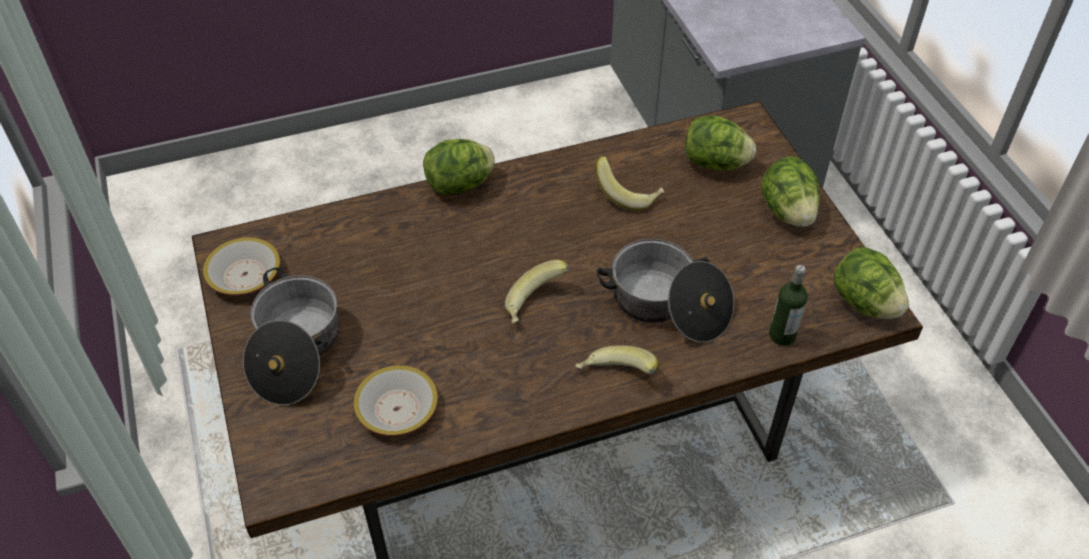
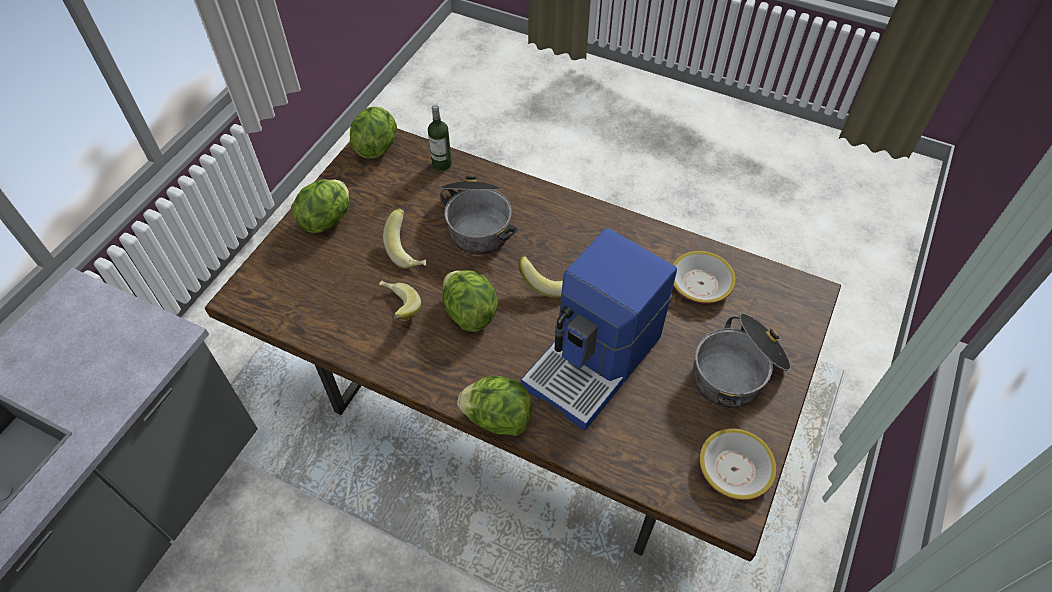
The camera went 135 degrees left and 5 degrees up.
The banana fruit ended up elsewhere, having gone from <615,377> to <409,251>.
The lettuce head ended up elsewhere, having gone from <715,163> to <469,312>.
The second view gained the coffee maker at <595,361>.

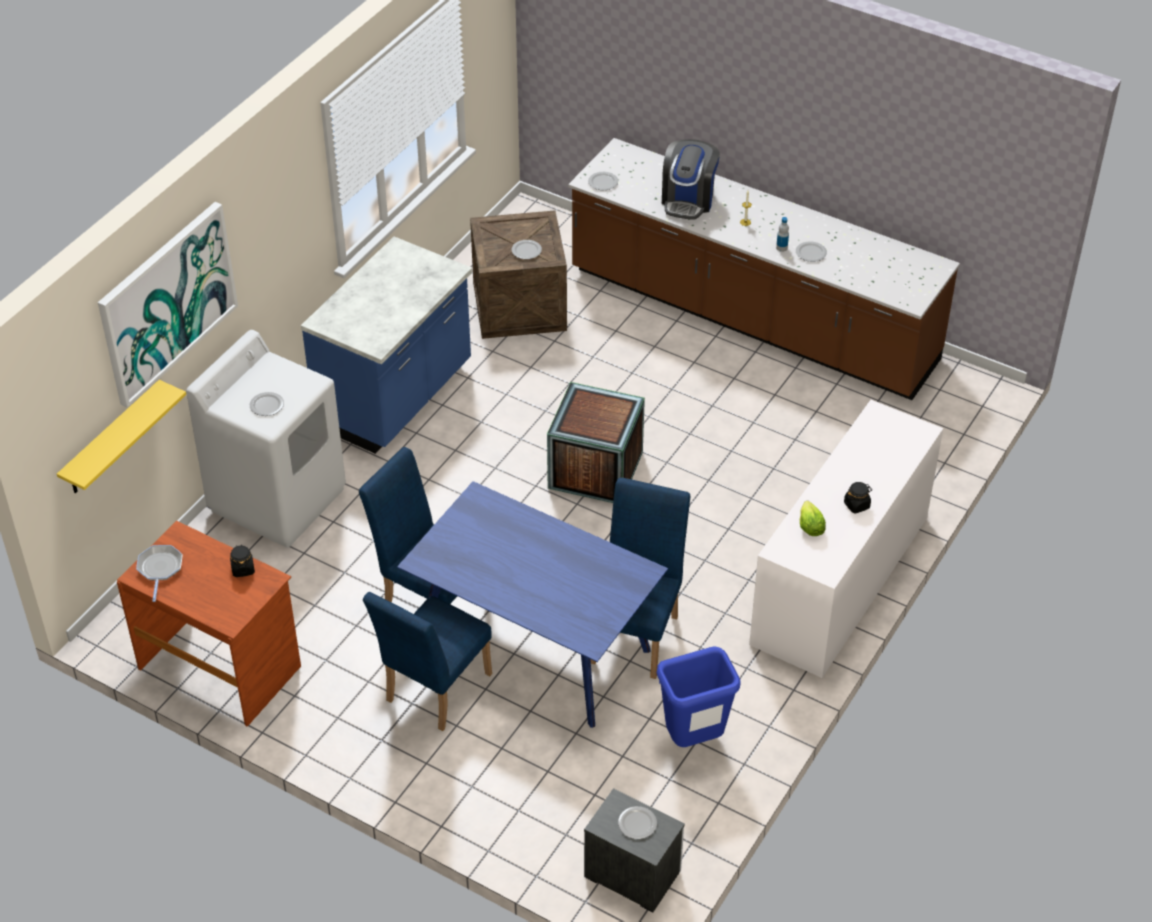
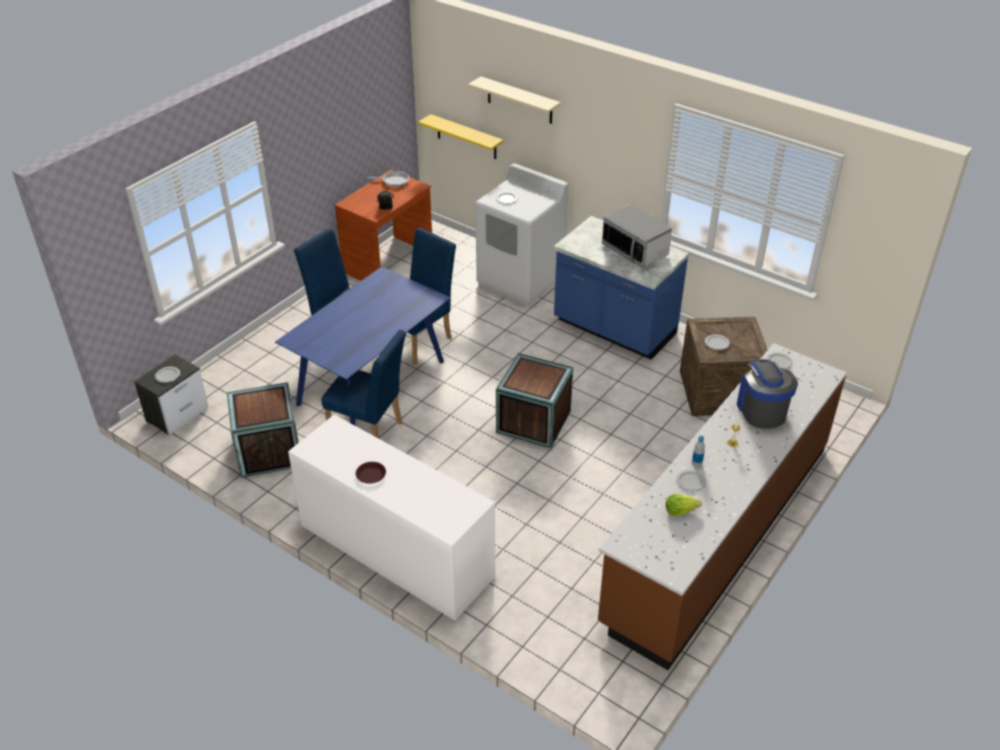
The camera went 95 degrees right and 5 degrees down.
Where the rubbish bin (blue-coloured) stood at <693,740>, the crate came to stand at <269,451>.
Where the storage jar (black) stood at <857,505>, the flat dish (brown-coloured) came to stand at <370,475>.
Where the picture hung at <167,302>, the bracket shelf (beige-coloured) came to hang at <519,100>.
The second view gained the kitchen microwave at <635,250>.
The lettuce head ended up elsewhere, having gone from <810,526> to <680,510>.
The coffee maker at <688,200> ended up facing another way, 60 degrees clockwise from before.

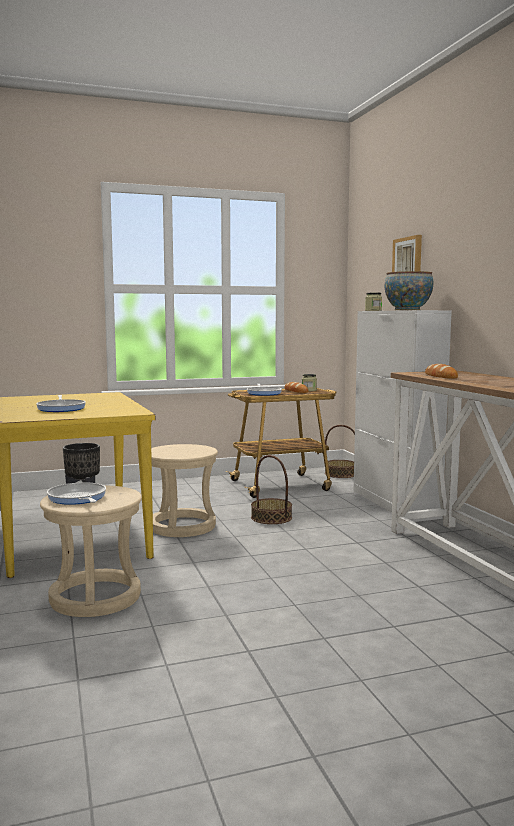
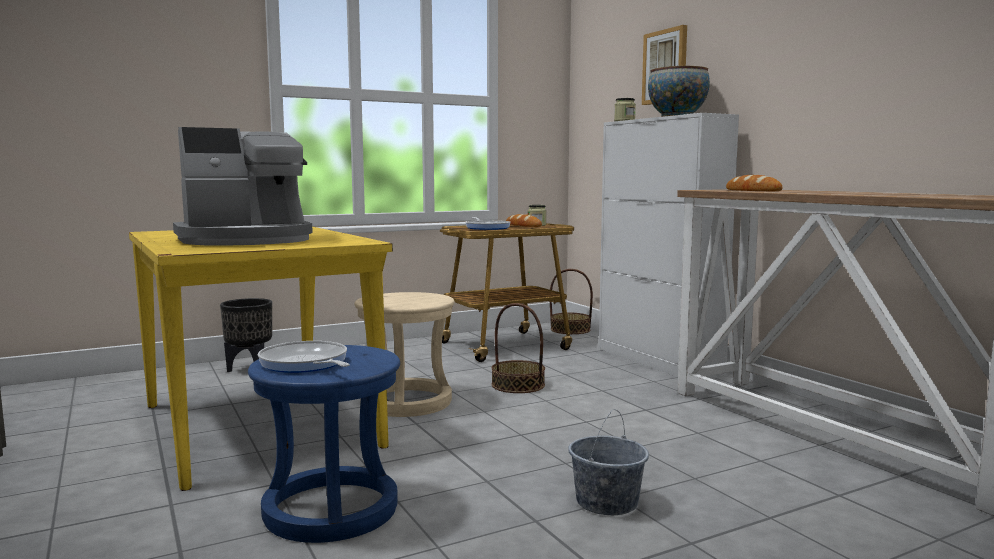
The camera went 10 degrees left and 0 degrees up.
Where the skillet stood at <61,408>, the coffee maker came to stand at <247,240>.
What was the stool seat (beige-coloured) at <95,597> turned into the stool seat (blue-coloured) at <331,510>.
The second view gained the water bucket (greyish) at <607,502>.

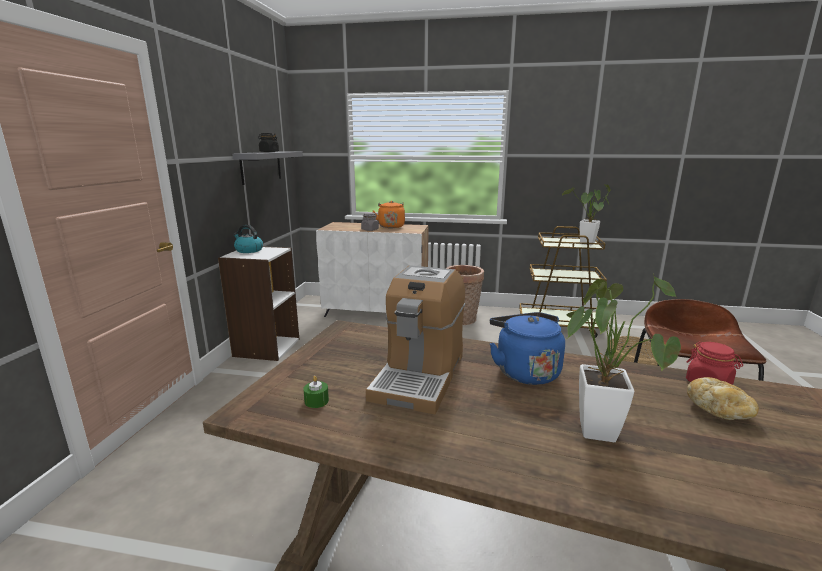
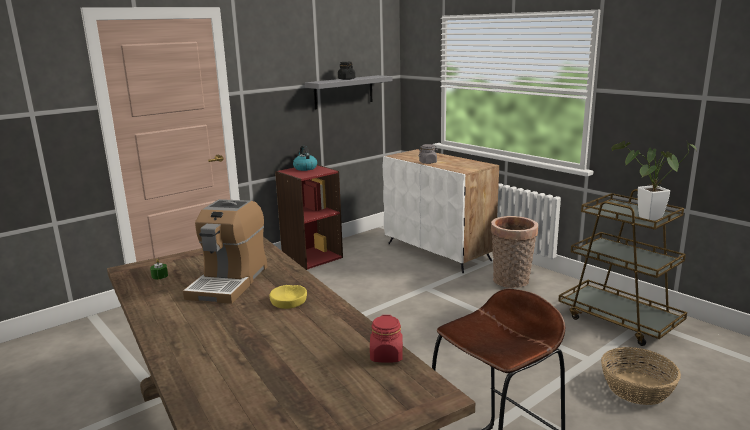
The camera went 40 degrees right and 0 degrees up.
The coffee maker at <419,375> ended up facing another way, 45 degrees counterclockwise from before.
Where the tea kettle (blue-coloured) stood at <524,371>, the bowl (yellowish) came to stand at <289,301>.
What was the shelving unit (whitish) at <266,347> turned into the shelving unit (red) at <312,257>.
The second view lost the tea kettle (orangey) at <391,226>.
The second view lost the houseplant at <596,426>.
The second view lost the bread at <719,411>.

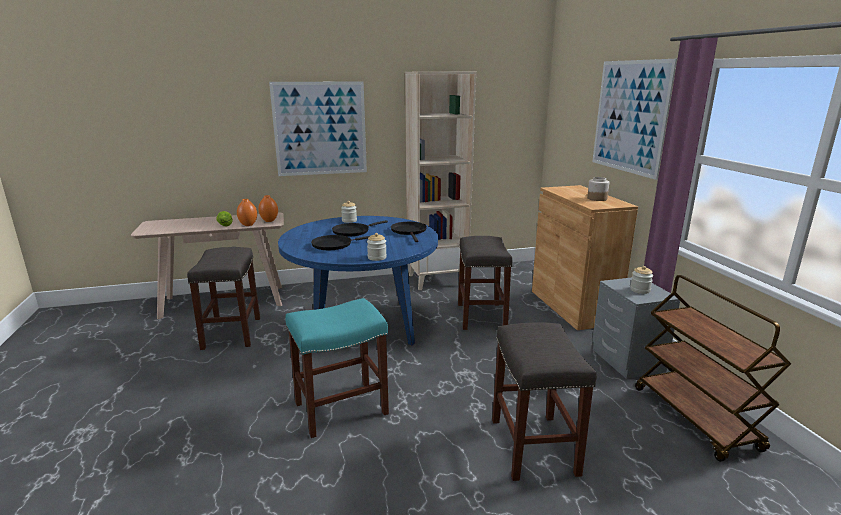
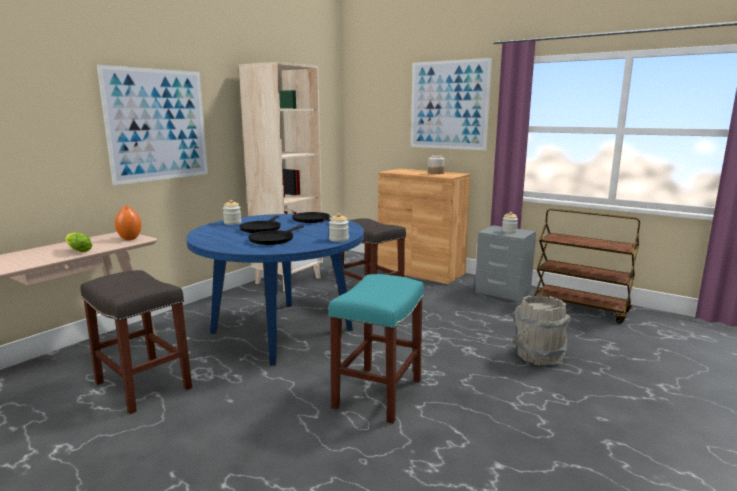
The camera went 40 degrees left and 5 degrees down.
Where the stool seat (greyish) stood at <534,447>, the water bucket (greyish) came to stand at <538,356>.
The second view lost the flower vase (orangey) at <248,225>.

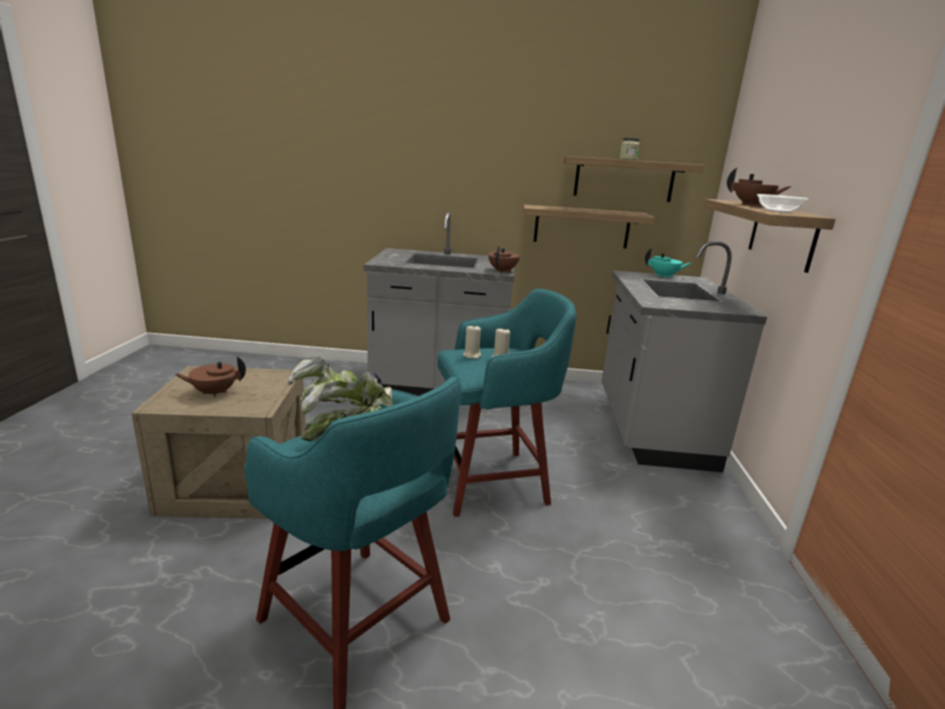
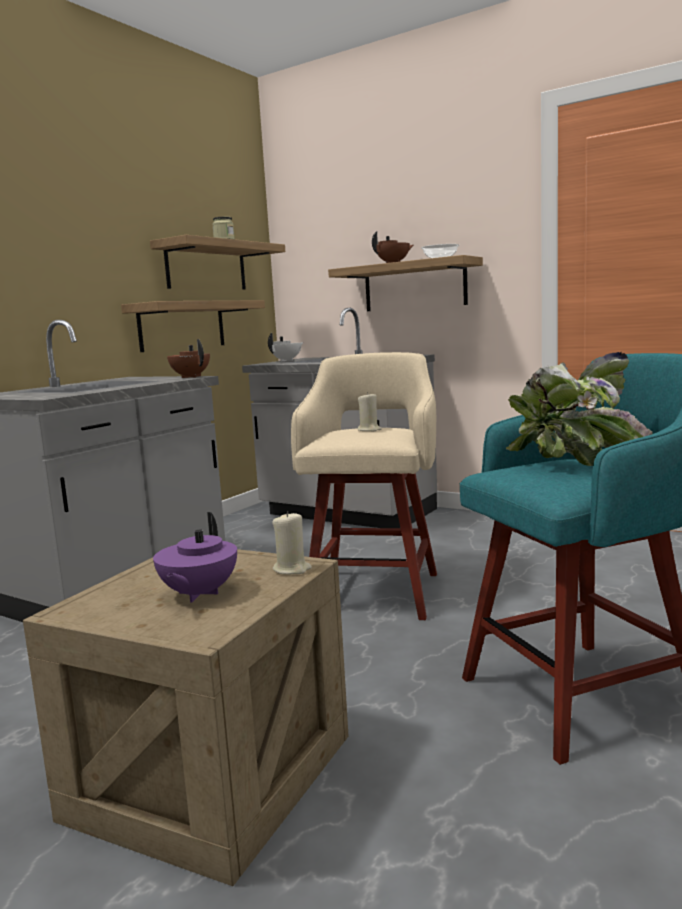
The camera went 60 degrees left and 10 degrees down.
What was the pot for tea (brown-coloured) at <214,392> turned into the pot for tea (purple-coloured) at <198,594>.
What was the pot for tea (turquoise) at <664,276> turned into the pot for tea (whitish) at <287,360>.
The wax candle (beige-coloured) ended up elsewhere, having gone from <472,355> to <292,569>.
What was the stool seat (turquoise) at <493,481> turned into the stool seat (beige-coloured) at <375,591>.

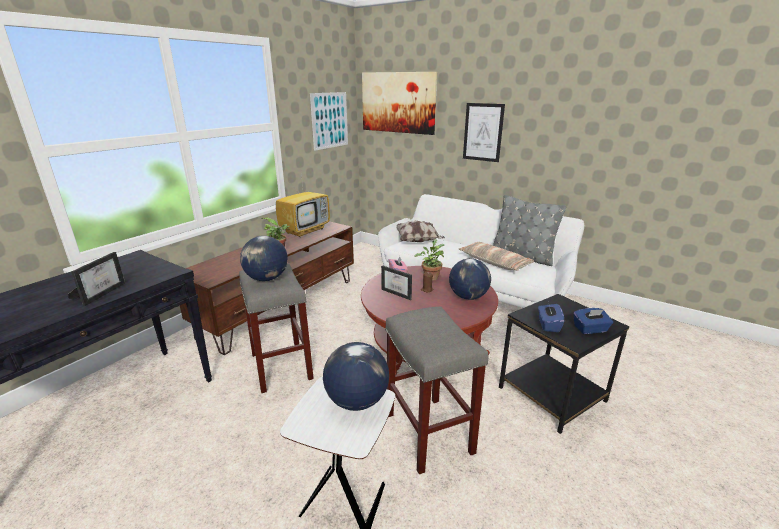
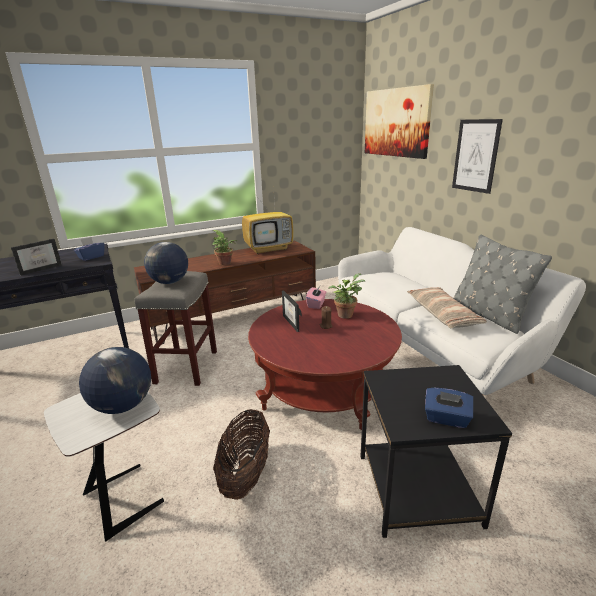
The camera went 30 degrees right and 0 degrees up.
The box of tissues (blue-coloured) ended up elsewhere, having gone from <548,325> to <91,257>.
Where the stool seat (greyish) stood at <429,433>, the storage basket came to stand at <245,473>.
The second view lost the picture at <330,120>.
The second view lost the cushion at <417,241>.
The second view lost the desk globe at <468,297>.

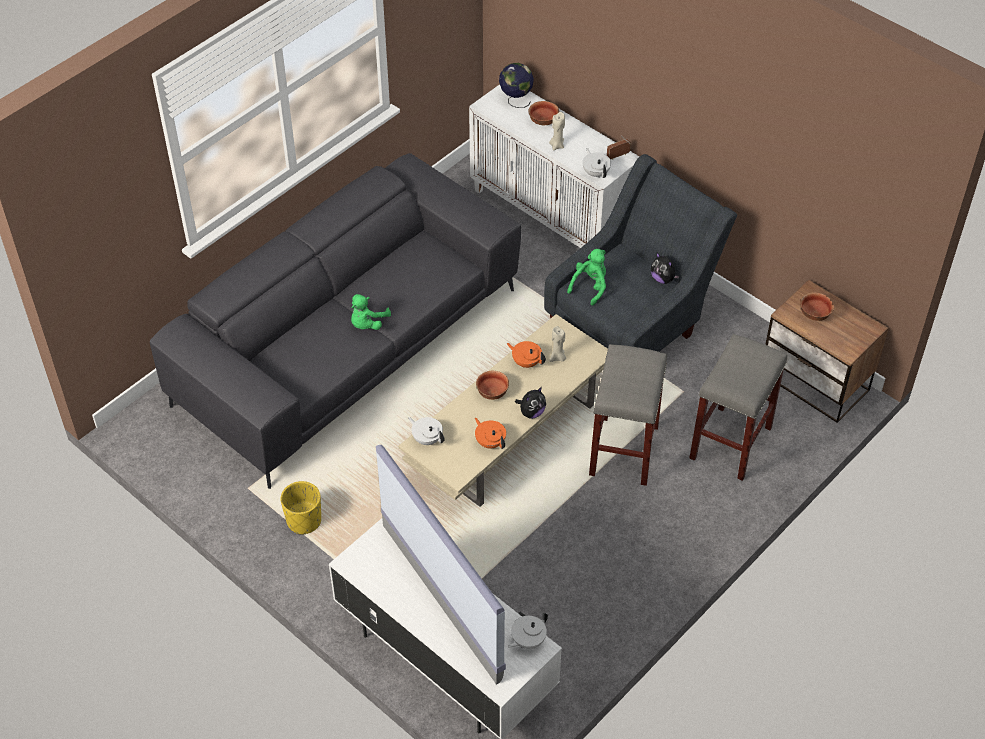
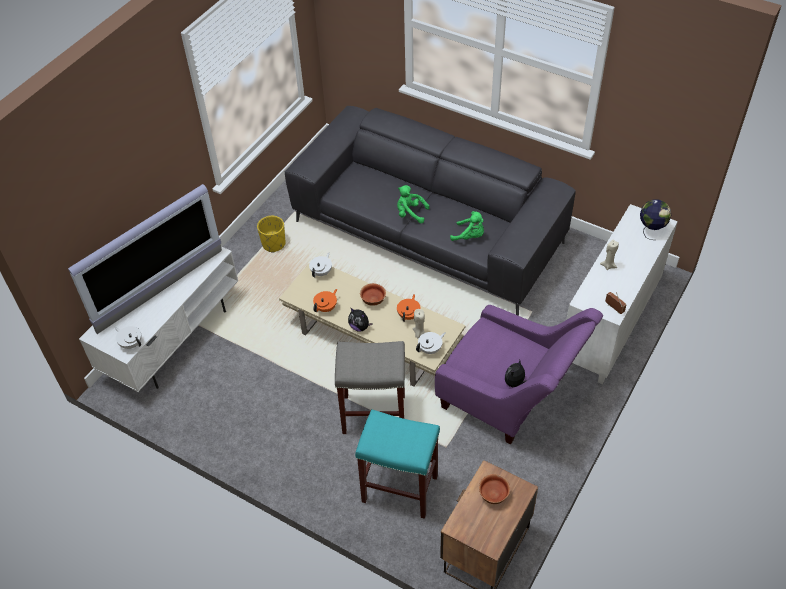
The camera went 80 degrees right and 0 degrees up.
What was the stool seat (greyish) at <731,444> turned into the stool seat (turquoise) at <398,489>.
The pot for tea (whitish) ended up elsewhere, having gone from <596,173> to <430,349>.
What was the lounge chair (greyish) at <632,323> turned into the lounge chair (purple-coloured) at <510,400>.
The soft toy (greenish) ended up elsewhere, having gone from <590,287> to <470,236>.
The second view lost the bowl at <543,121>.

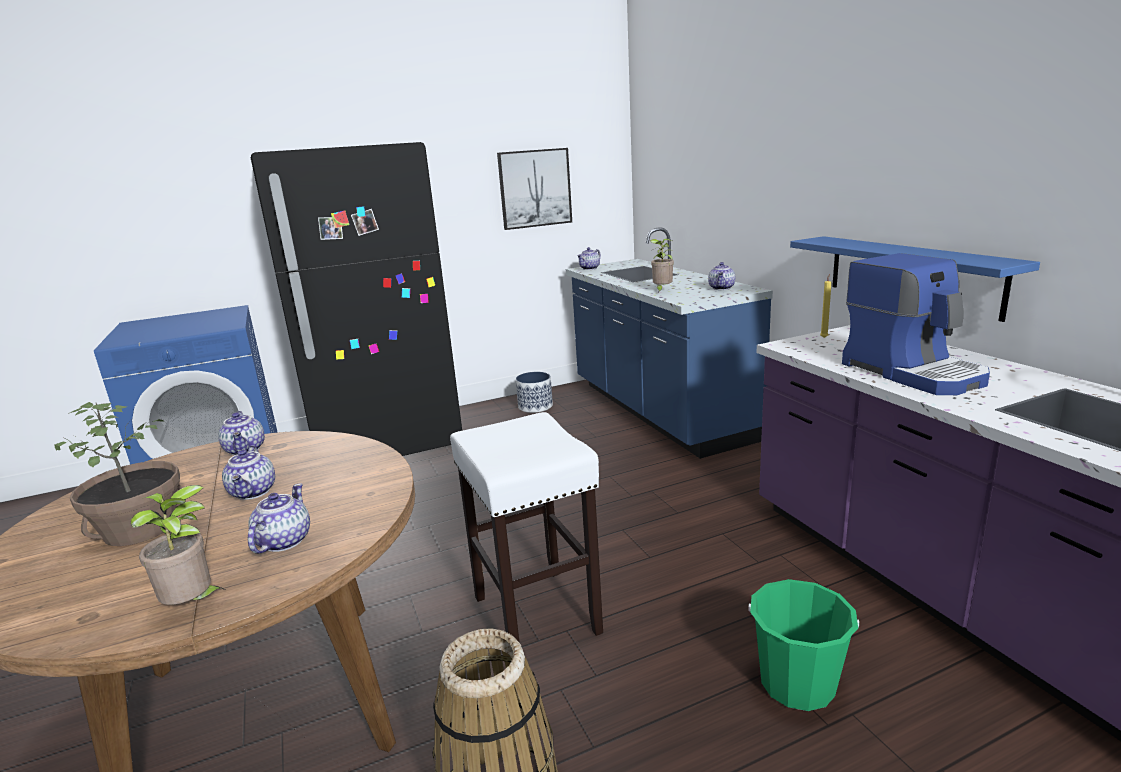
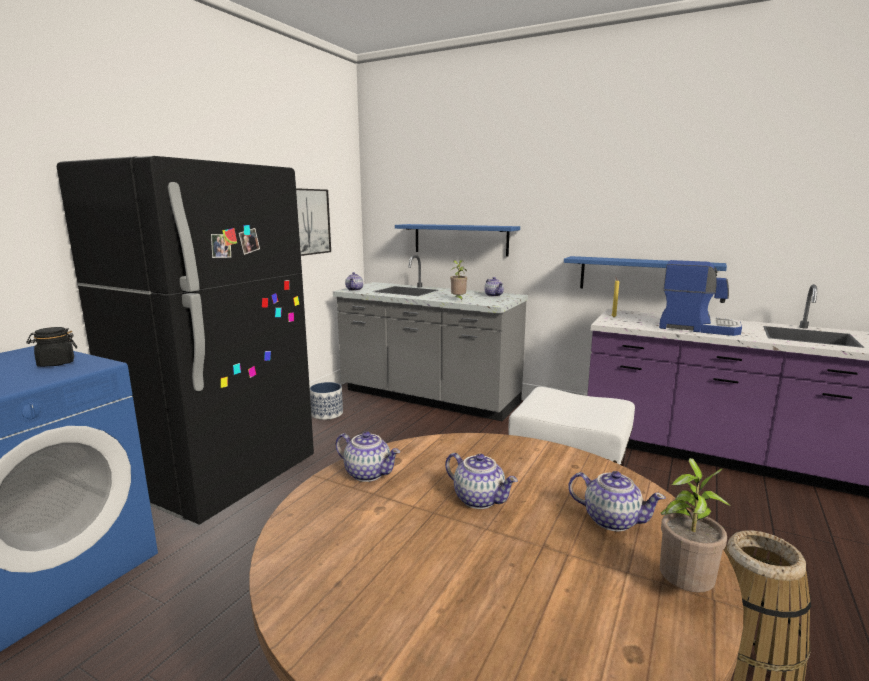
The camera went 40 degrees left and 5 degrees down.
The second view gained the storage jar (black) at <56,363>.
What was the kitchen counter (blue-coloured) at <657,411> turned into the kitchen counter (greyish) at <428,398>.
The second view gained the bracket shelf (blue-coloured) at <460,239>.
The pot for tea at <283,542> ended up facing another way, 150 degrees clockwise from before.
The second view lost the houseplant at <141,528>.
The second view lost the water bucket (greenish) at <797,684>.

